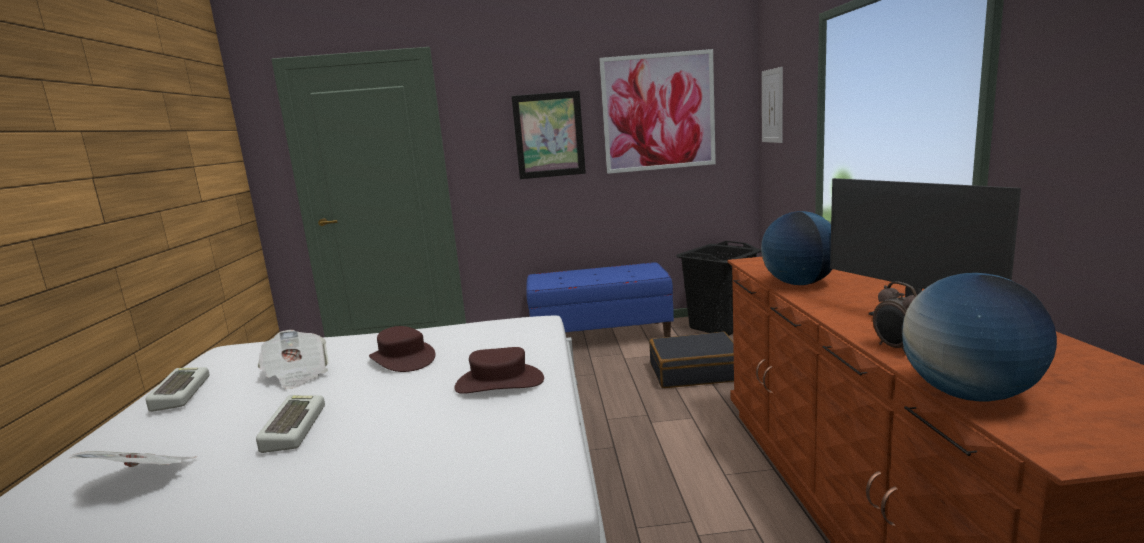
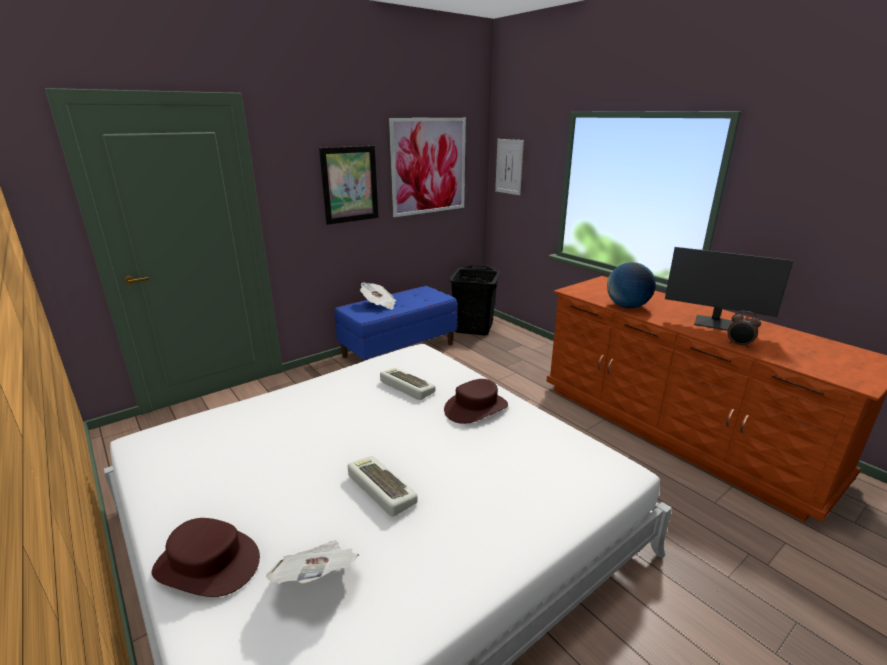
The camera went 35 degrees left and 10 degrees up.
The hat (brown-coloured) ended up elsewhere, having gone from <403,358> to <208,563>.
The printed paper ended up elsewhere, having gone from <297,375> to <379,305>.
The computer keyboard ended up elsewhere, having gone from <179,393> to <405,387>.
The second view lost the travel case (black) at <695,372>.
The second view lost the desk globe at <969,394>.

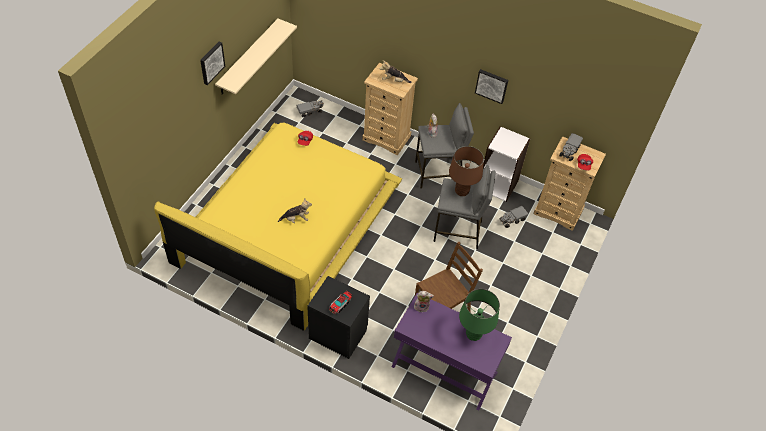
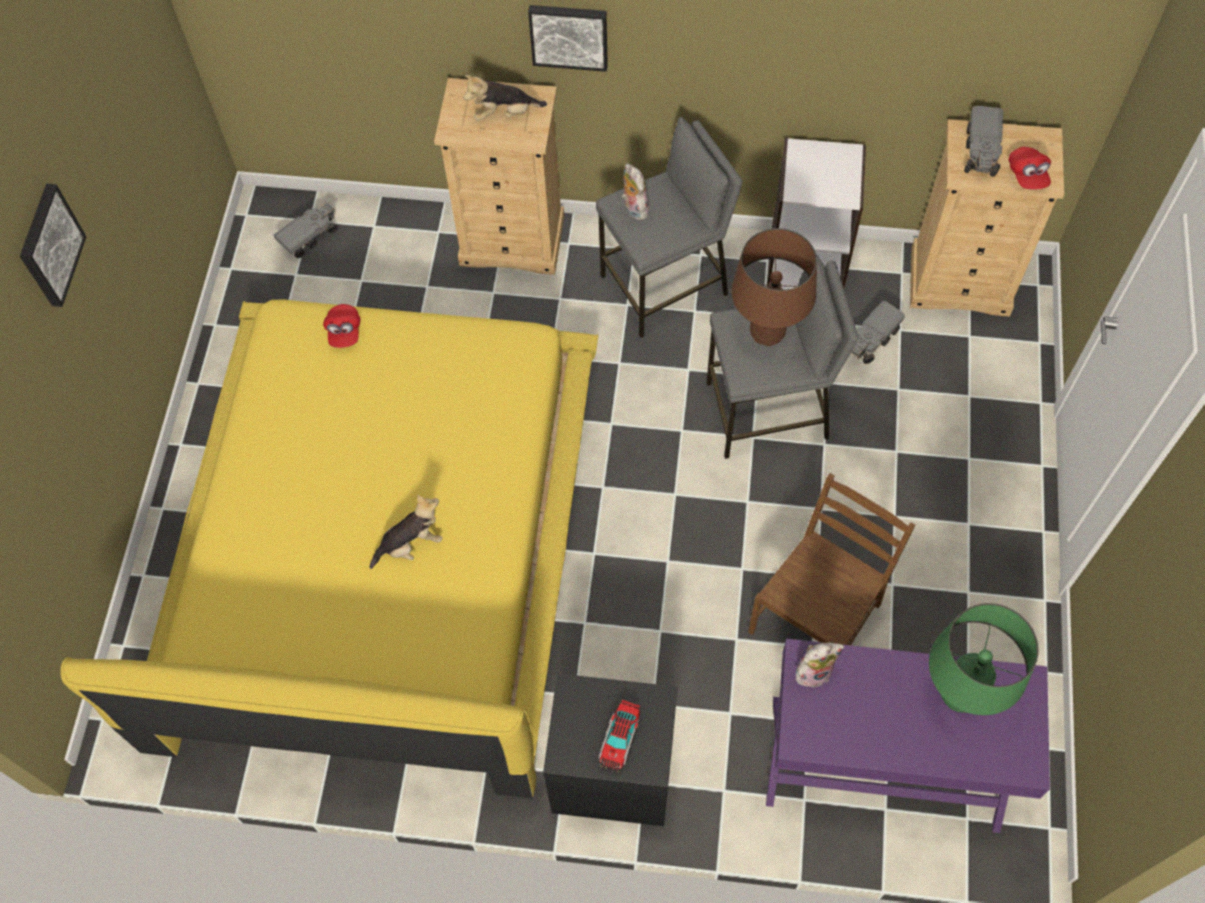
The camera went 15 degrees left and 10 degrees up.
The picture ended up elsewhere, having gone from <492,85> to <569,35>.
The second view lost the bracket shelf (beige-coloured) at <248,57>.

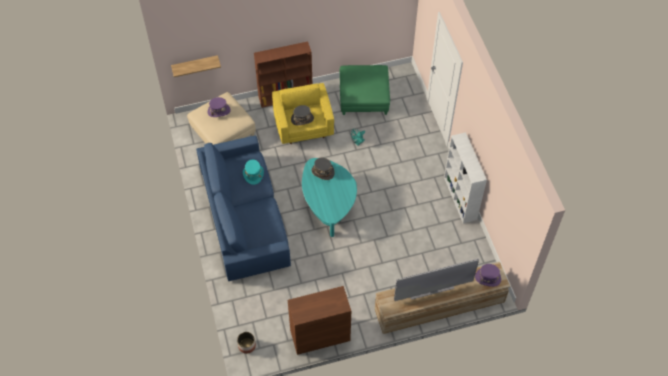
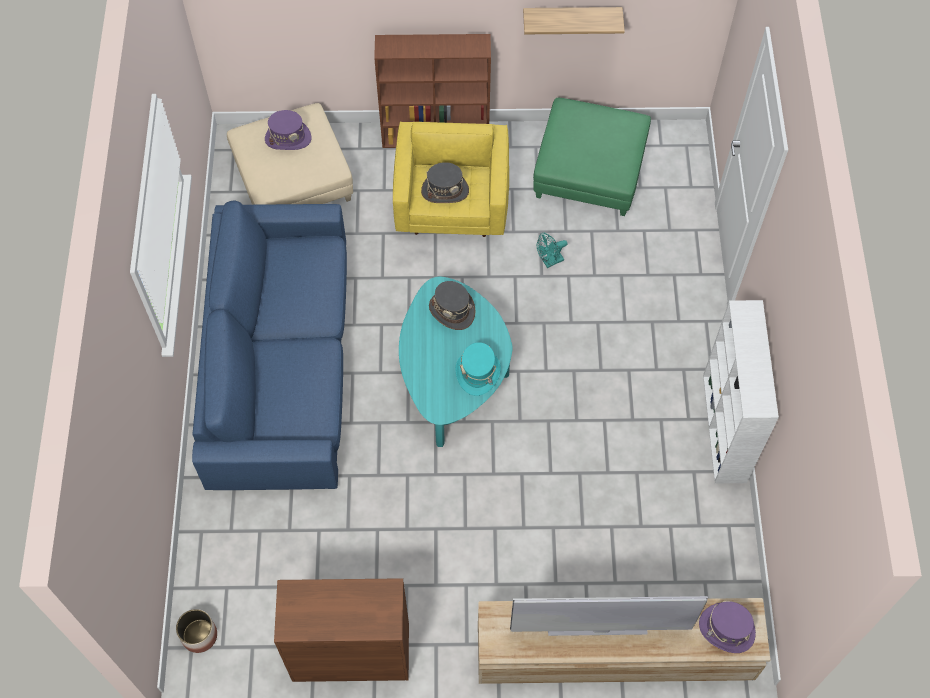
The camera went 15 degrees right and 5 degrees up.
The hat (turquoise) ended up elsewhere, having gone from <253,174> to <478,373>.
The bracket shelf ended up elsewhere, having gone from <195,65> to <571,18>.

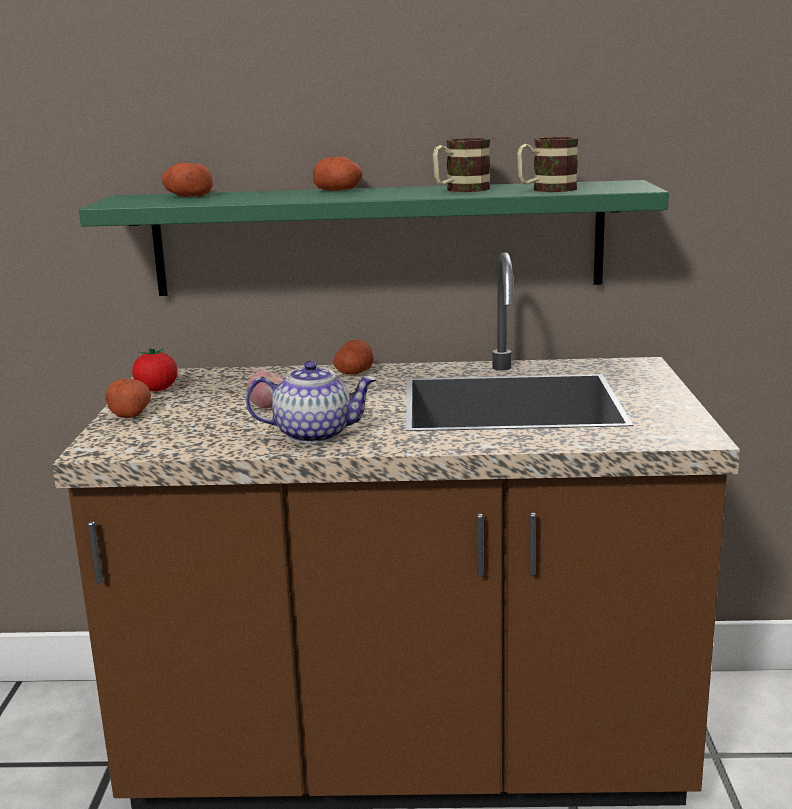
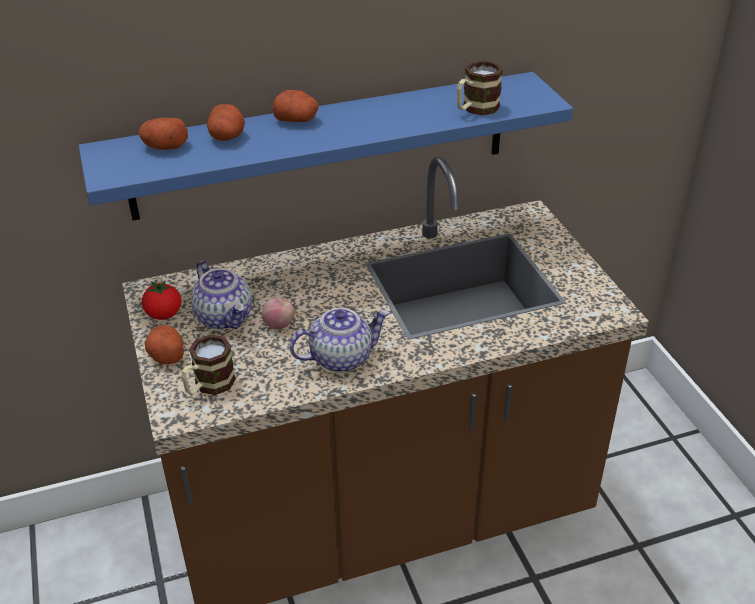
The camera went 20 degrees left and 20 degrees up.
What was the bracket shelf (greenish) at <377,239> turned into the bracket shelf (blue-coloured) at <322,145>.
The tea mug ended up elsewhere, having gone from <460,190> to <208,386>.
The second view gained the pot for tea at <225,317>.
The spud ended up elsewhere, having gone from <354,373> to <227,136>.

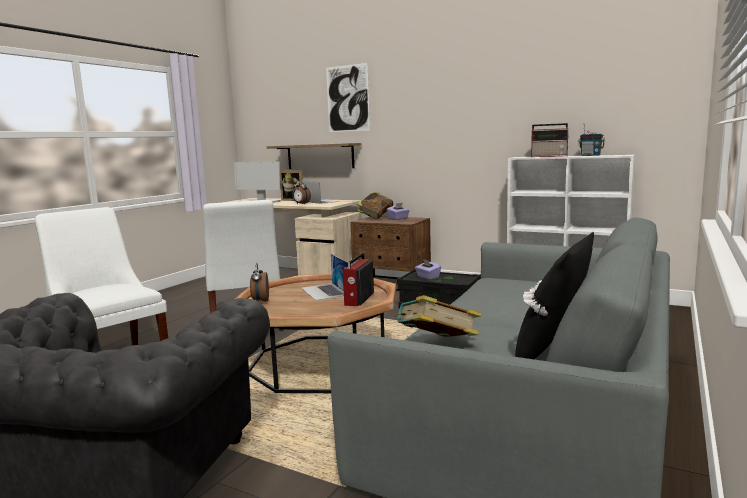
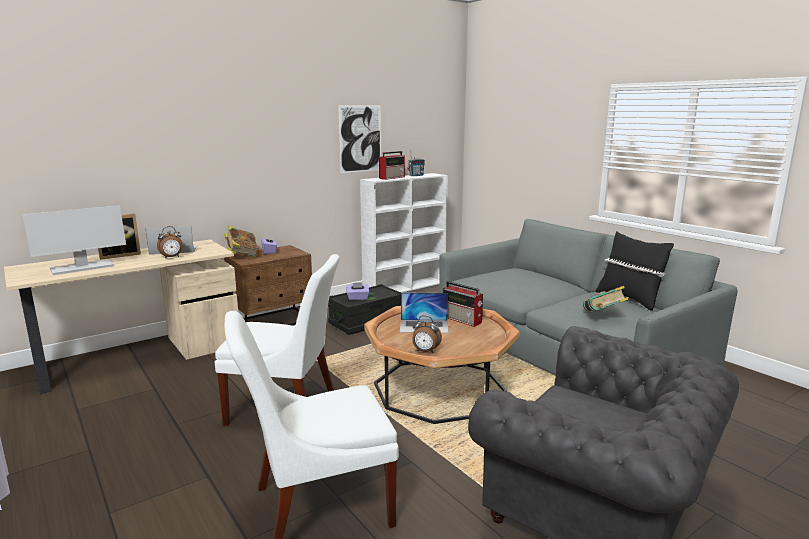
The camera went 65 degrees left and 5 degrees up.
The picture ended up elsewhere, having gone from <347,98> to <360,138>.
The second view lost the bracket shelf at <320,156>.

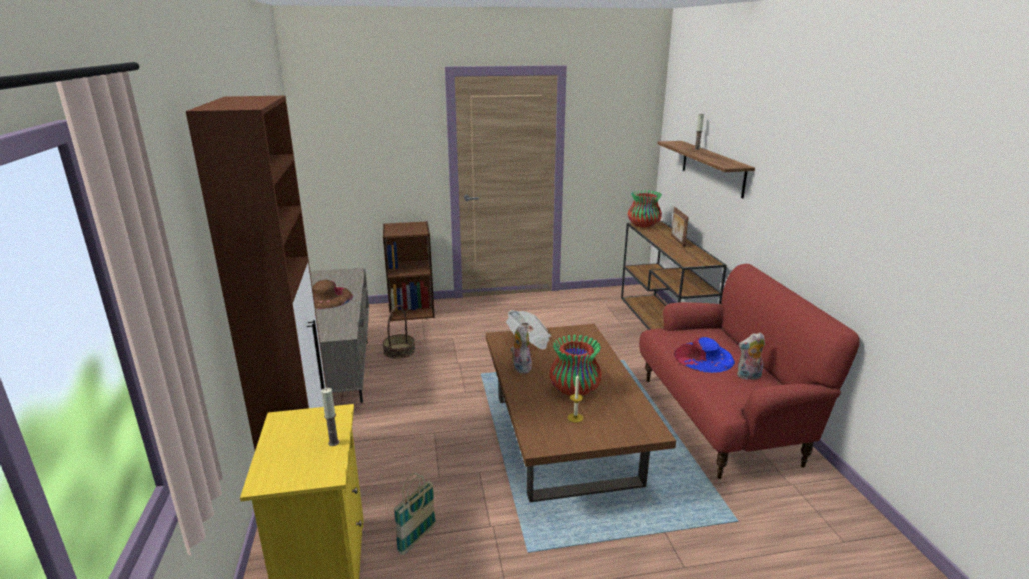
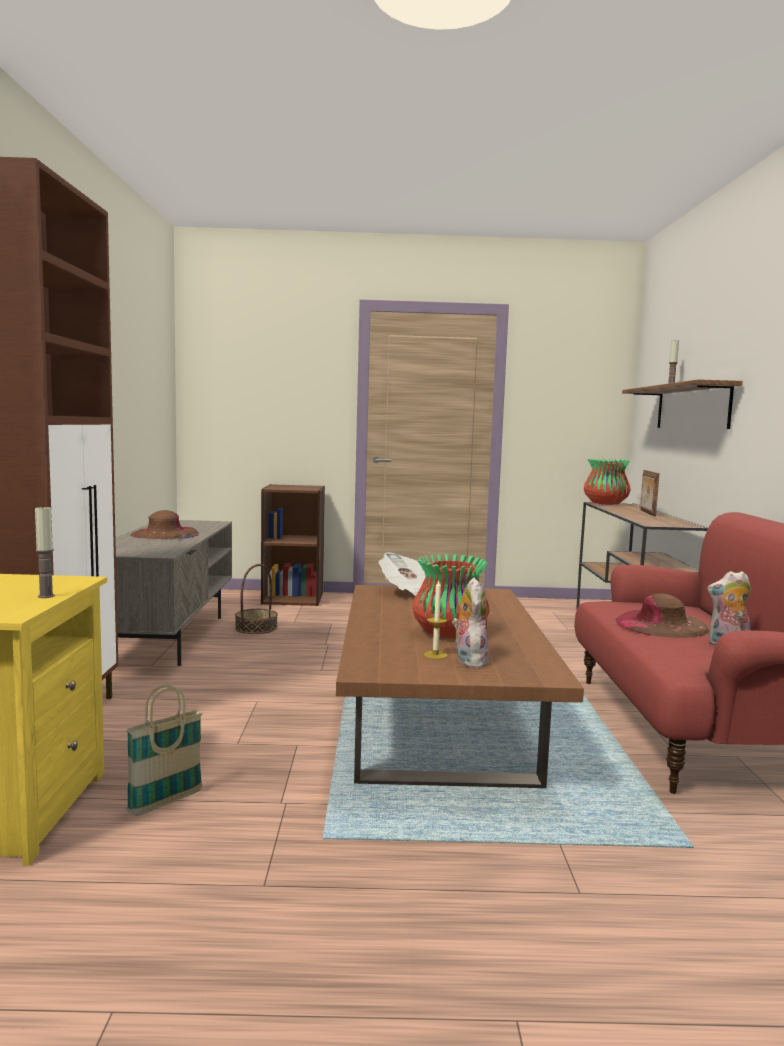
The camera went 10 degrees right and 15 degrees down.
The soft toy ended up elsewhere, having gone from <520,367> to <469,660>.
What was the hat (blue-coloured) at <704,357> turned into the hat (brown-coloured) at <661,625>.

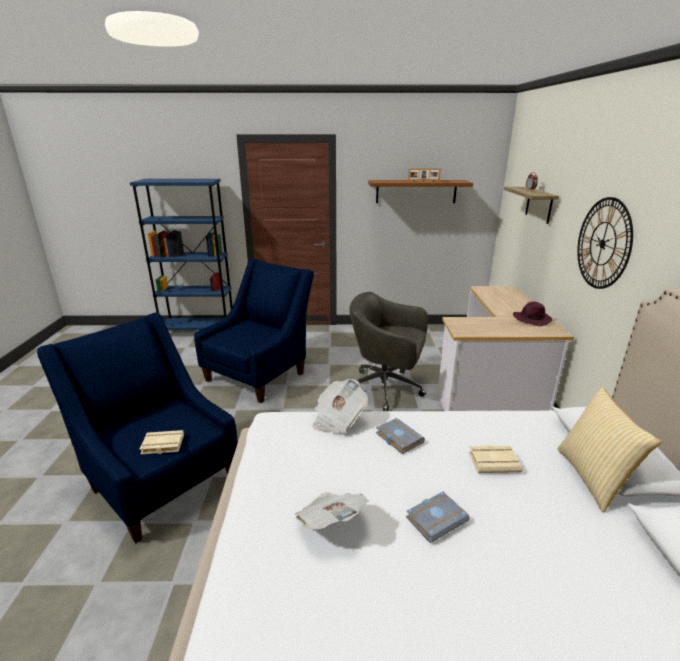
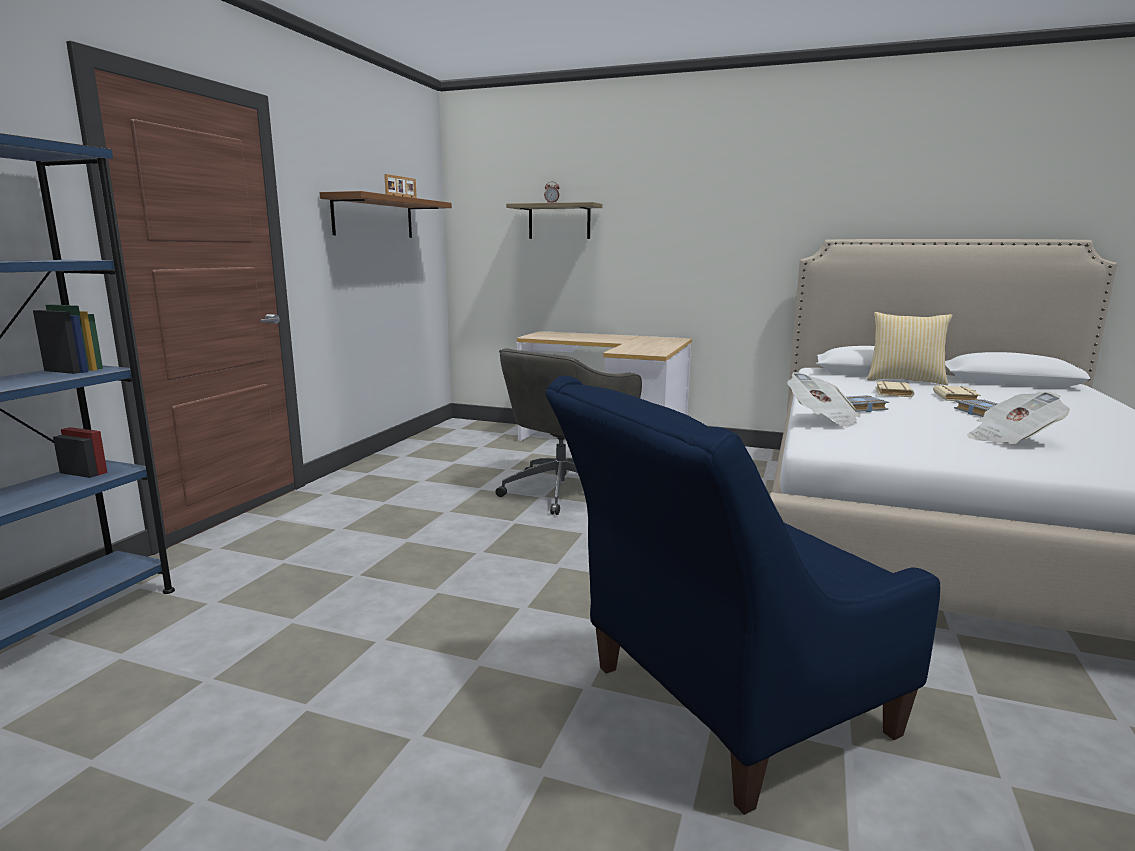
The camera went 70 degrees left and 10 degrees down.
The book (beige-coloured) ended up elsewhere, having gone from <162,445> to <957,398>.
The second view lost the lounge chair (blue-coloured) at <260,374>.
The second view lost the hat (purple-coloured) at <532,319>.
The second view lost the hanging clock at <603,243>.

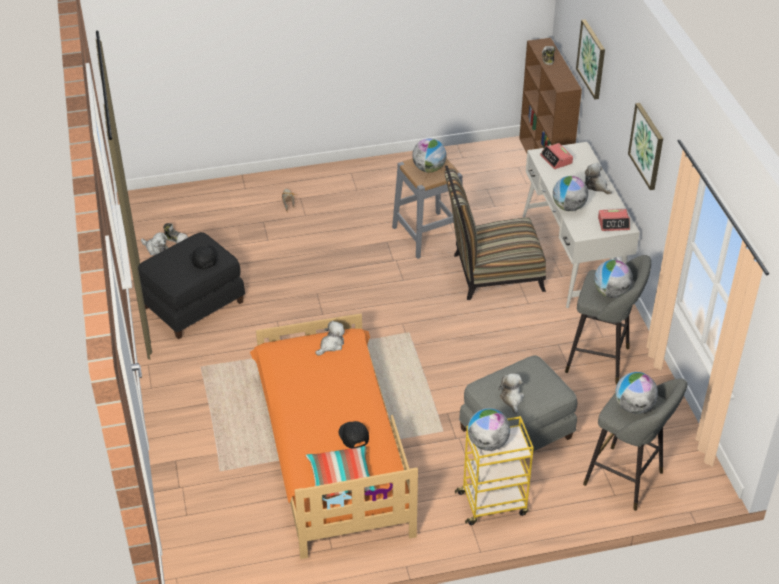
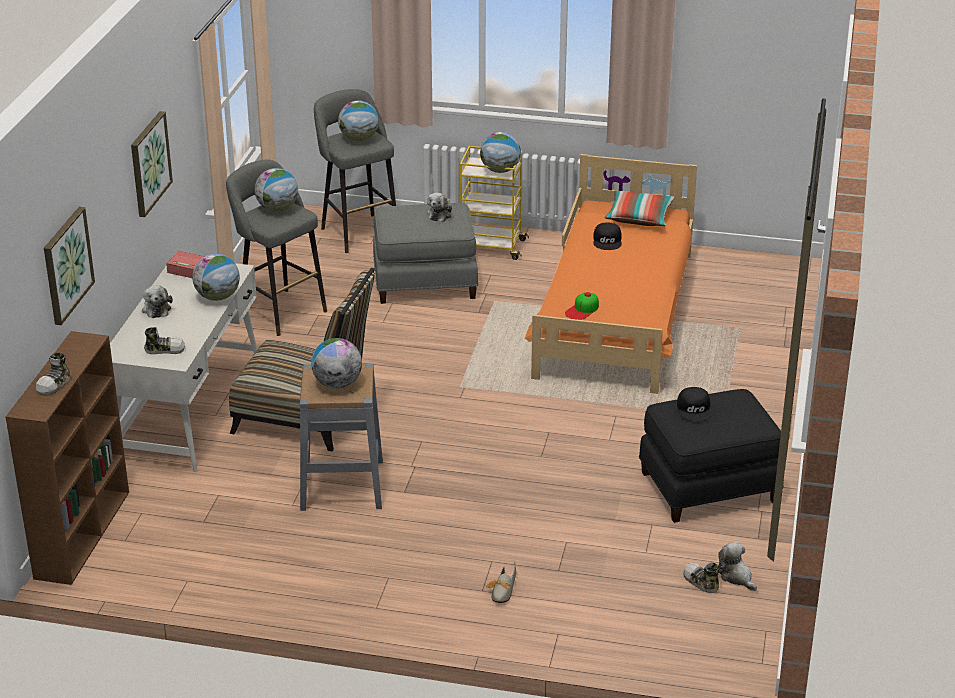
The camera went 155 degrees left and 10 degrees down.
Where the alarm clock stood at <556,159>, the shoe came to stand at <165,349>.
Where the soft toy stood at <331,345>, the baseball cap came to stand at <582,310>.

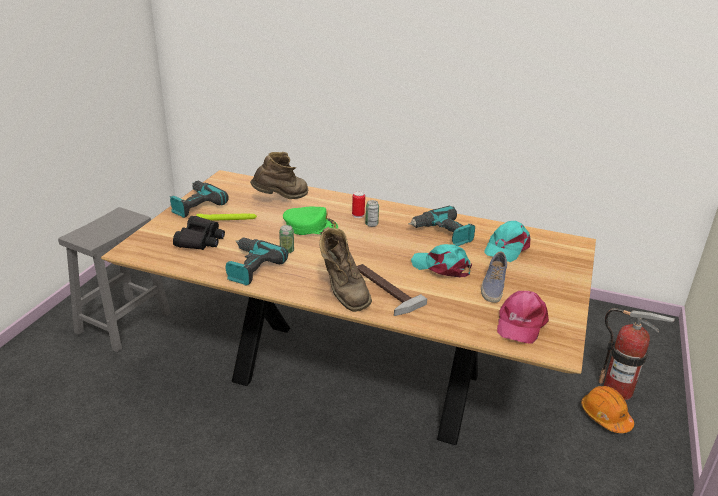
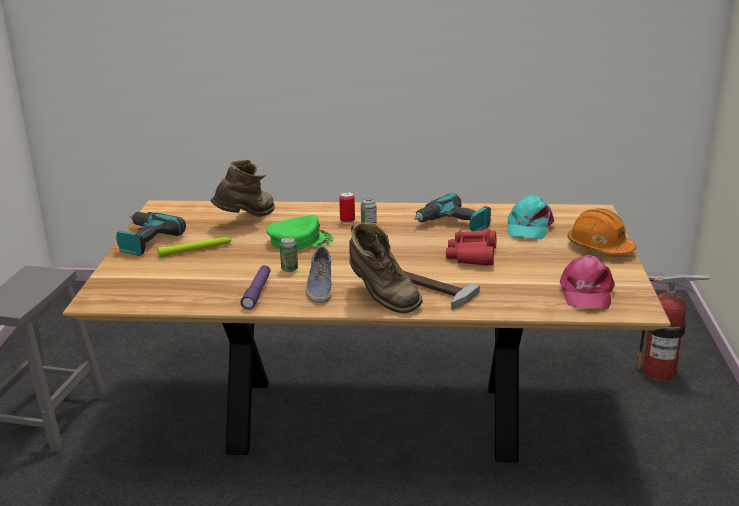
The camera went 15 degrees left and 5 degrees down.
Where the drill stood at <250,267>, the flashlight (purple-coloured) came to stand at <257,292>.
The shoe ended up elsewhere, having gone from <493,286> to <319,287>.
Where the baseball cap (turquoise) stood at <442,267>, the pair of binoculars (red) came to stand at <472,255>.
The safety helmet (orangey) ended up elsewhere, having gone from <605,416> to <599,247>.
The second view lost the pair of binoculars (black) at <200,240>.

